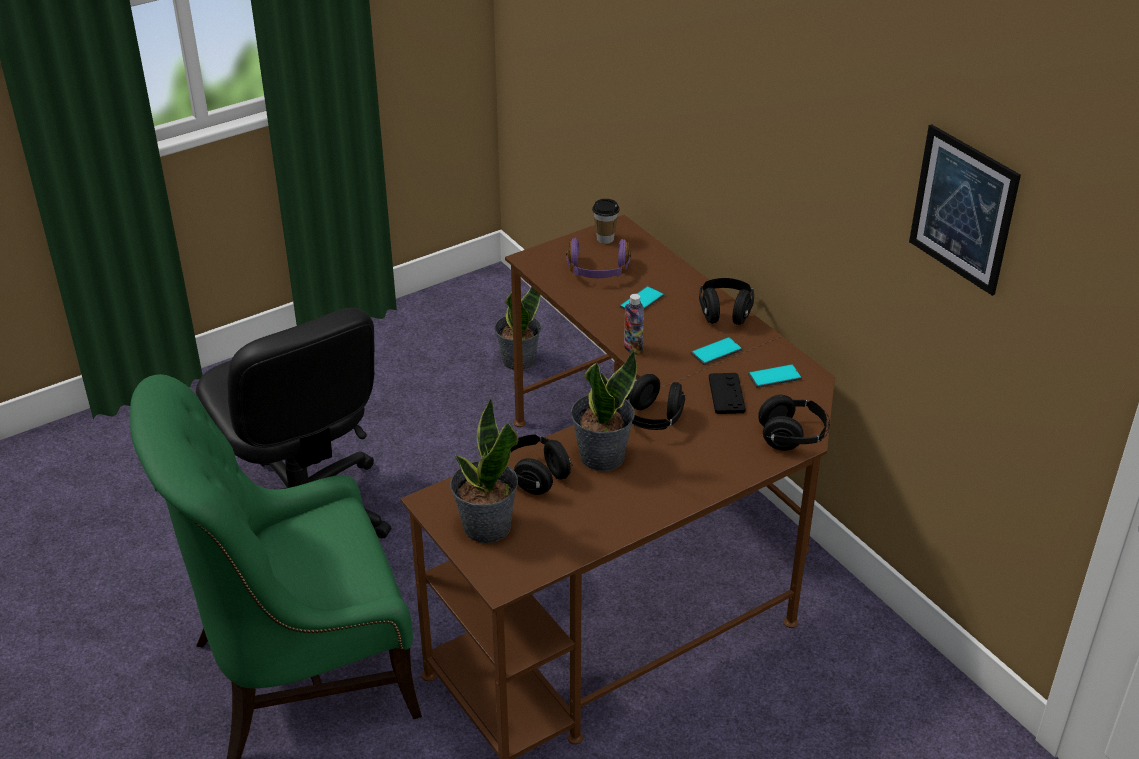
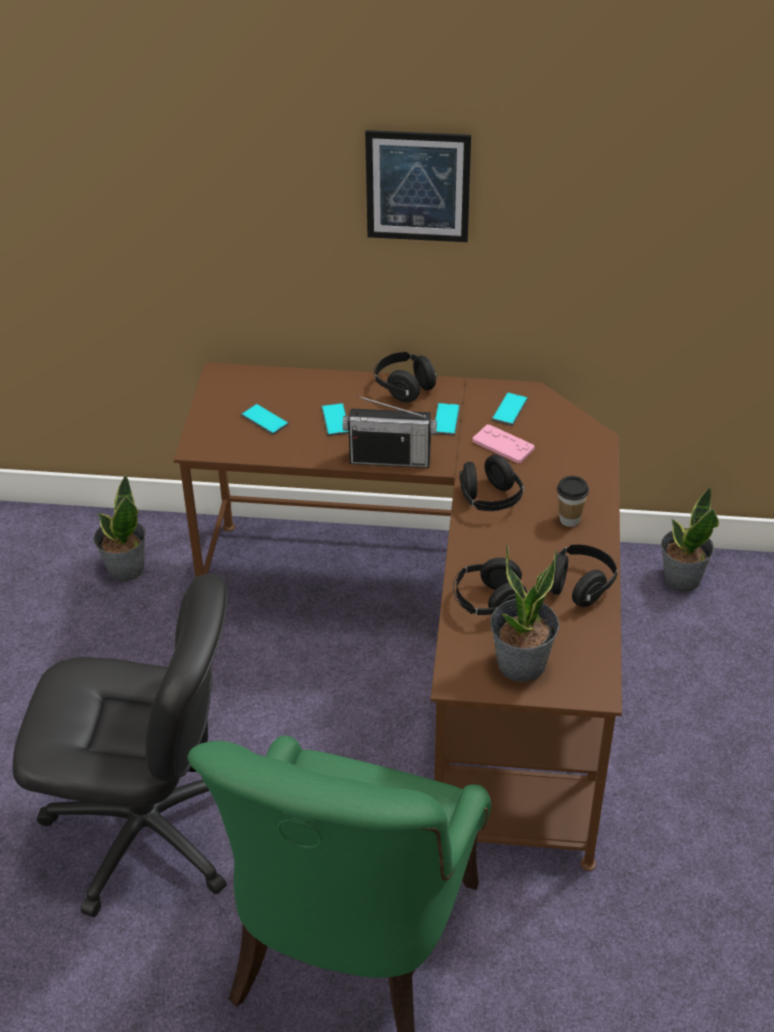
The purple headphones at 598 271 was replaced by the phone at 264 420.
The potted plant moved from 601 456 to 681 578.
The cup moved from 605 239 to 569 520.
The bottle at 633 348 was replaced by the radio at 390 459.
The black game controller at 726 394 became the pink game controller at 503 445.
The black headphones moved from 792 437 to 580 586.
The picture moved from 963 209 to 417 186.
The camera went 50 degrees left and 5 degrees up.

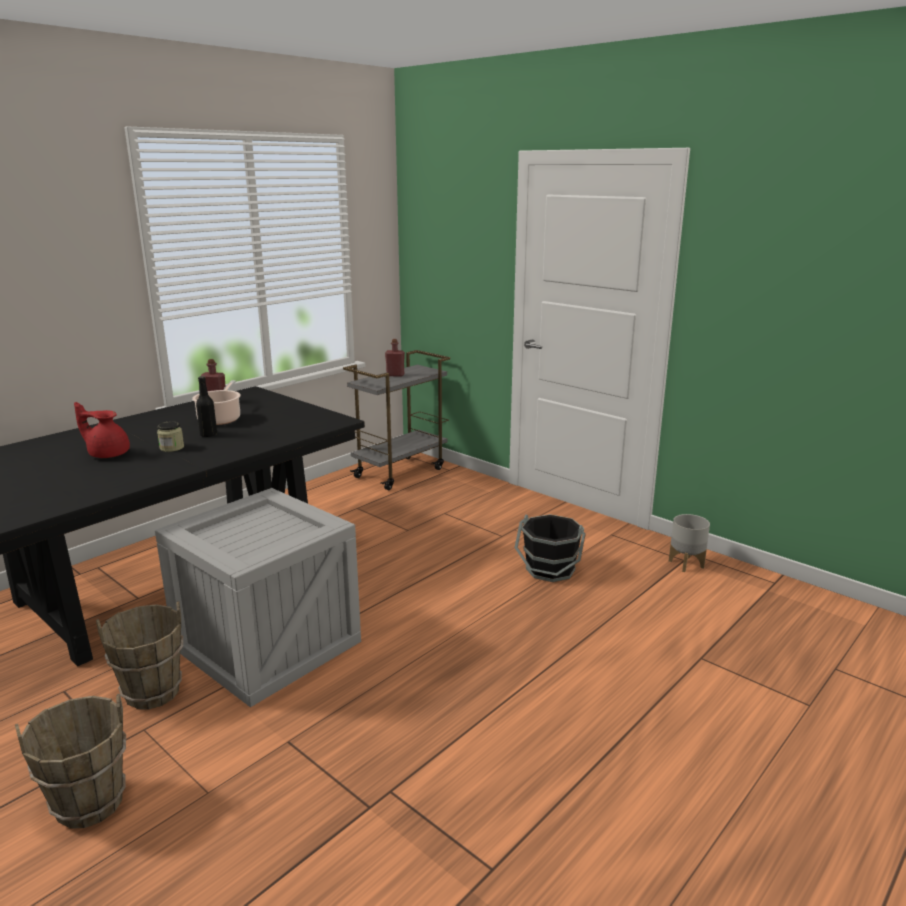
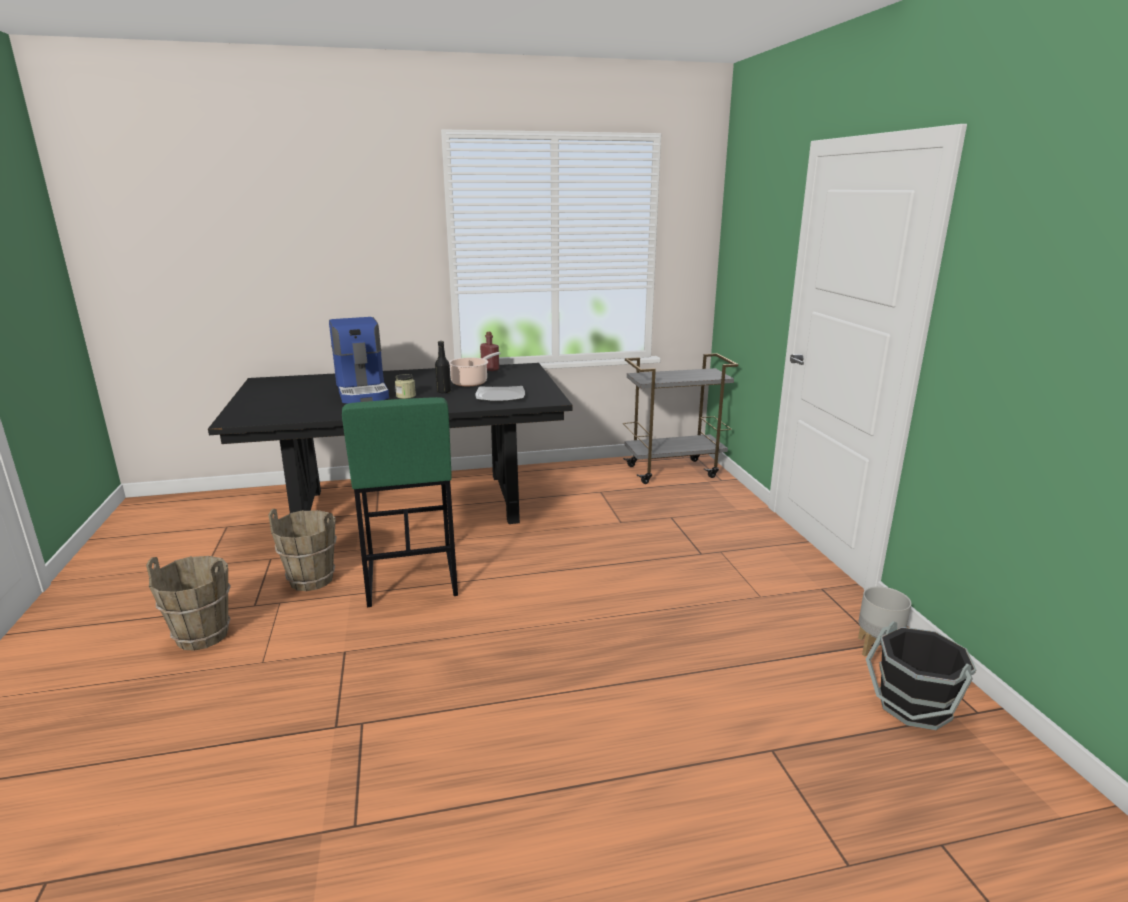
The red teapot at 108 454 was replaced by the coffee machine at 363 391.
The crate at 267 647 was replaced by the green stool at 411 577.
The red bottle at 395 375 disappeared.
The black bucket moved from 550 570 to 913 706.
The plate at 500 396 appeared.
The camera went 35 degrees right and 0 degrees up.

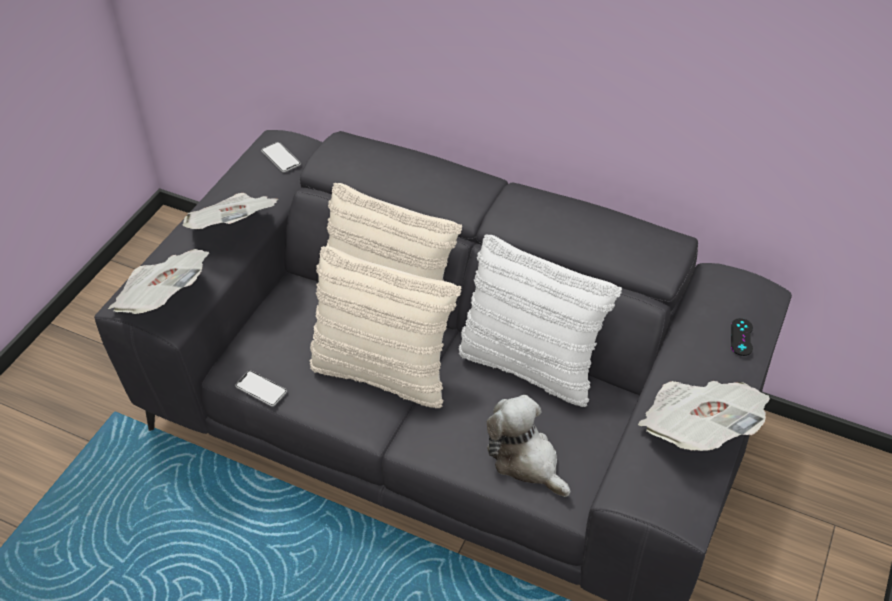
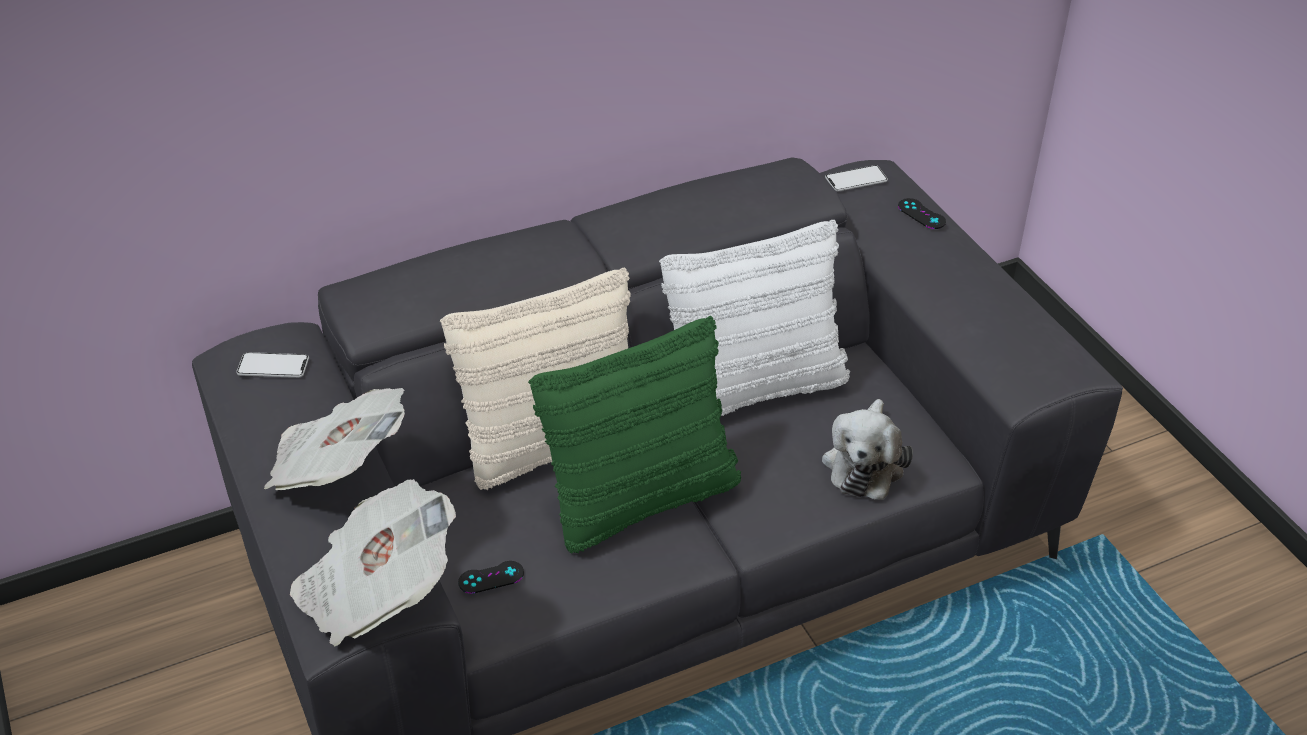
The phone moved from 261 389 to 856 180.
The beige pillow at 384 374 became the green pillow at 641 500.
The plush toy at 526 460 turned 75 degrees counterclockwise.
The newspaper at 696 429 disappeared.
The black game controller at 491 577 appeared.
The camera went 50 degrees left and 5 degrees down.

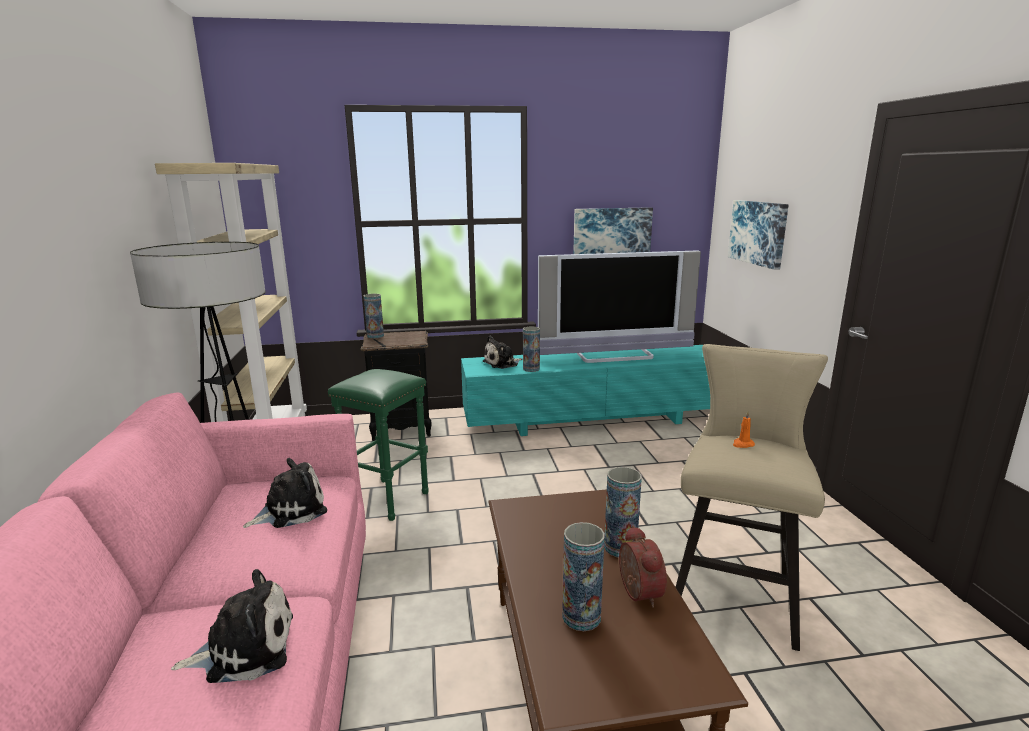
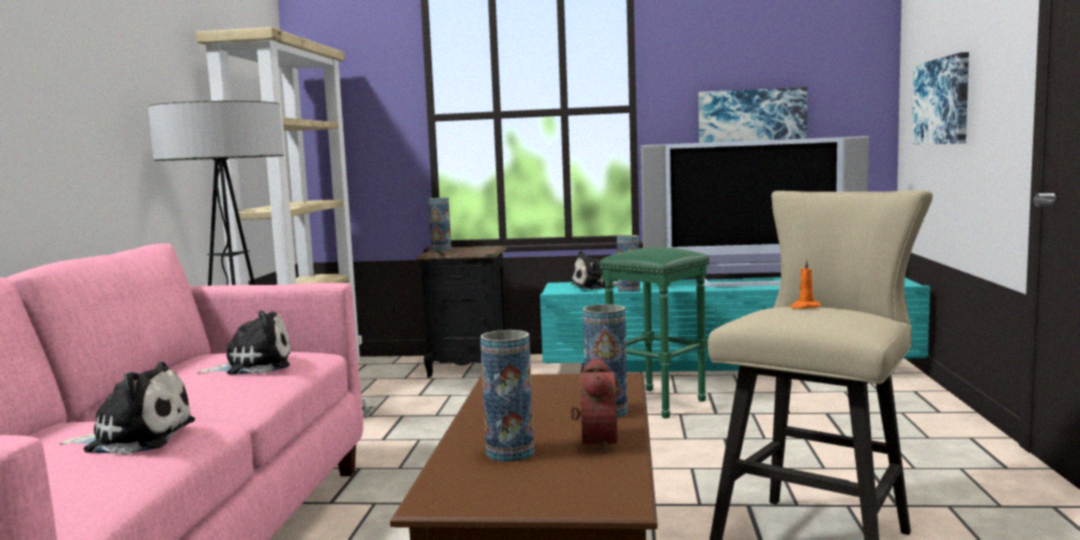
The green stool moved from 389 498 to 659 402.
The camera went 15 degrees right and 10 degrees down.

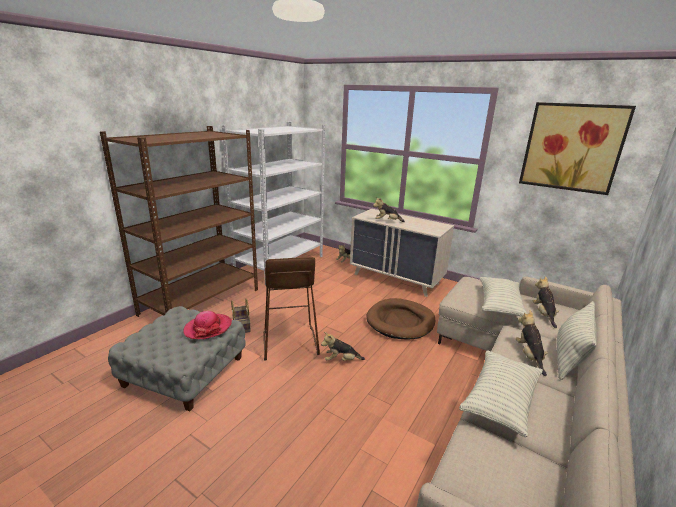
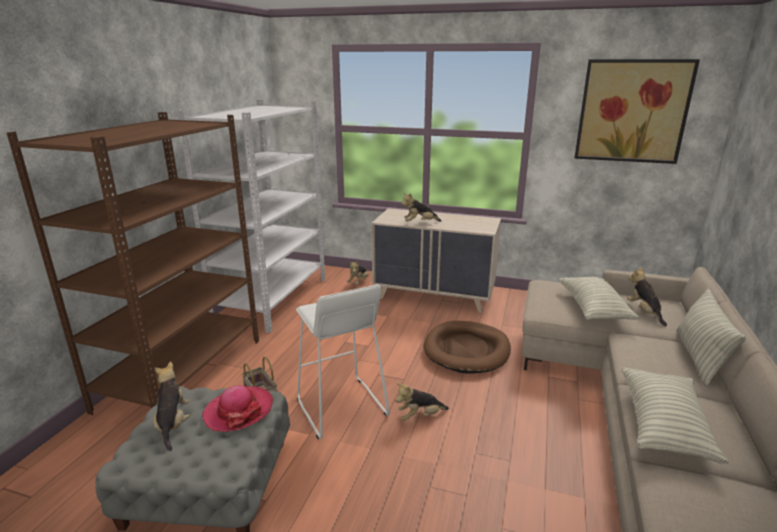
The brown stool at 289 343 became the white stool at 341 407.
The plush toy moved from 529 356 to 173 424.
The camera went 15 degrees left and 0 degrees up.

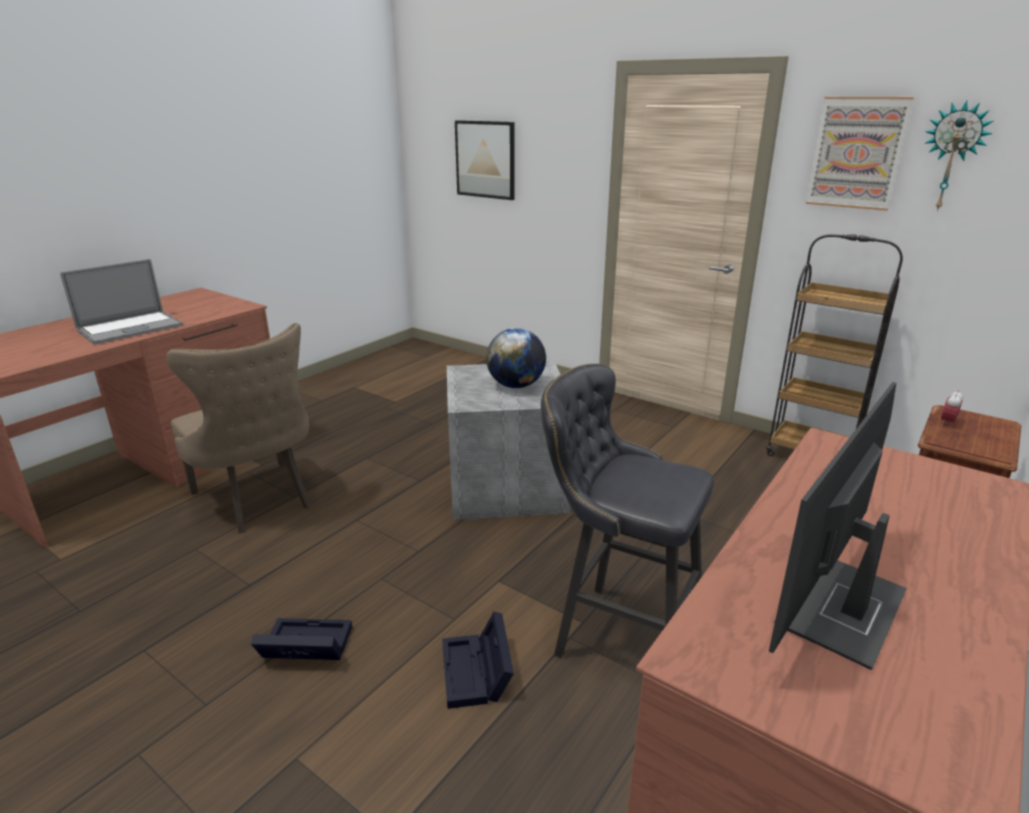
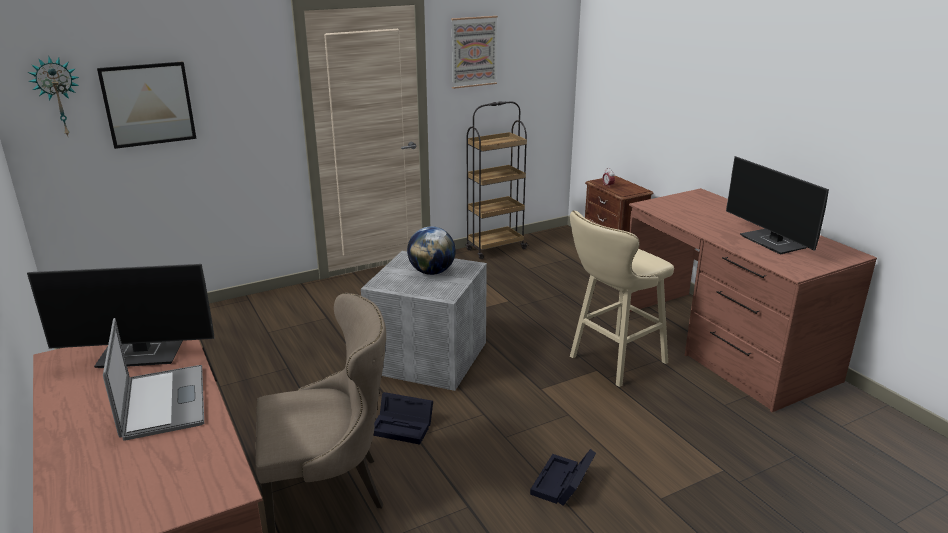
The black storage box moved from 477 673 to 404 427.
The black stool at 612 632 became the beige stool at 610 363.
The wall clock moved from 952 157 to 58 96.
The monitor at 142 354 appeared.
The camera went 65 degrees left and 0 degrees up.

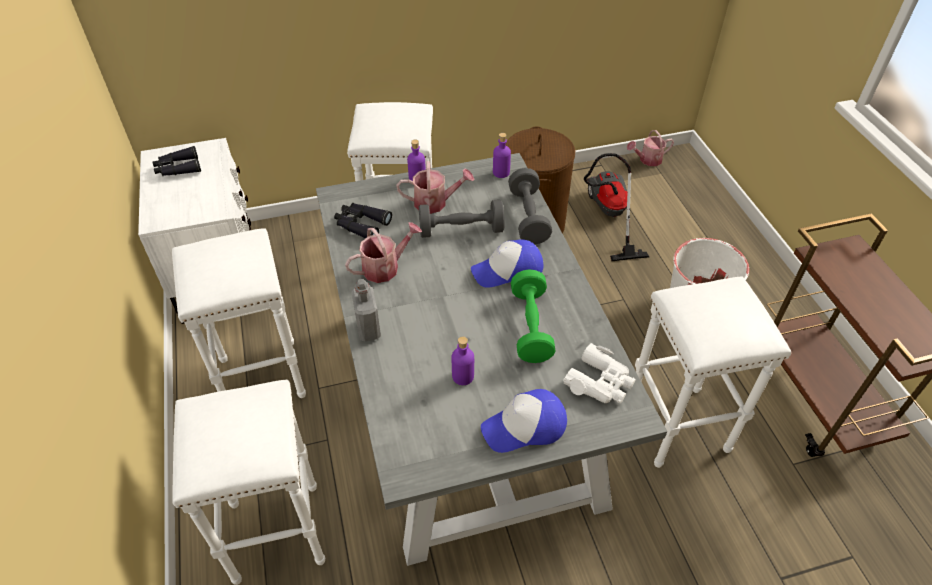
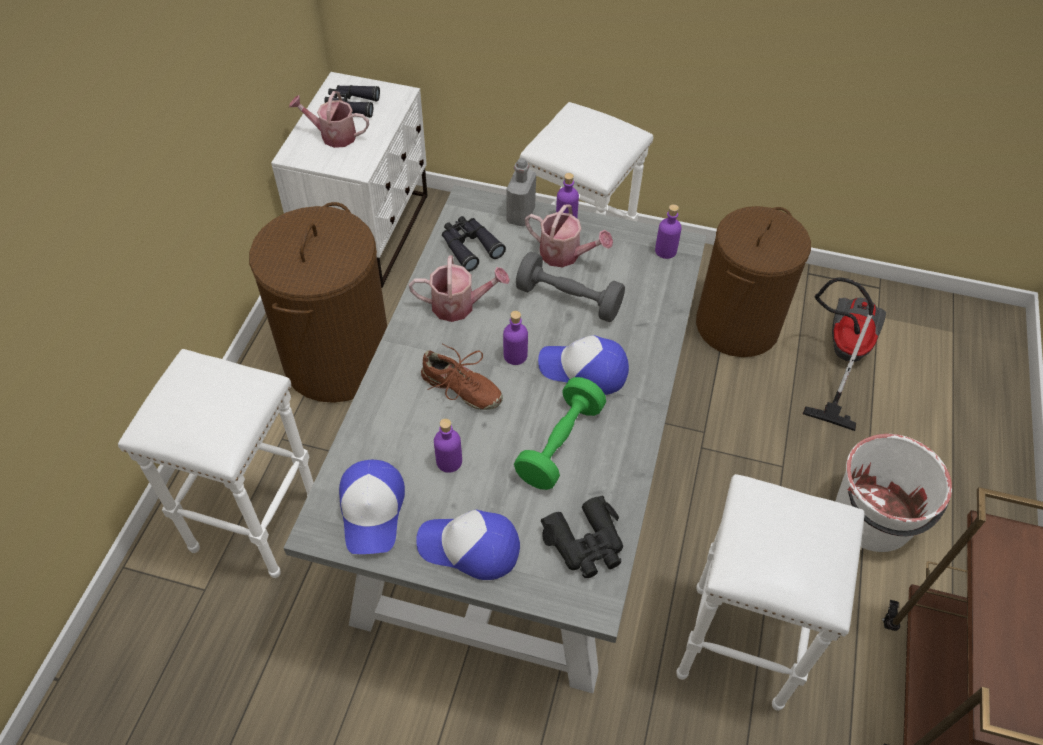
The white stool at 260 376 was replaced by the brown laundry basket at 337 360.
The grey bottle moved from 368 329 to 520 215.
The grey dumbbell at 528 217 disappeared.
The white binoculars at 600 382 became the black binoculars at 586 543.
The watering can moved from 647 160 to 333 135.
The cap at 372 511 appeared.
The brown shoe at 461 389 appeared.
The purple bottle at 515 355 appeared.
The camera went 30 degrees right and 5 degrees up.

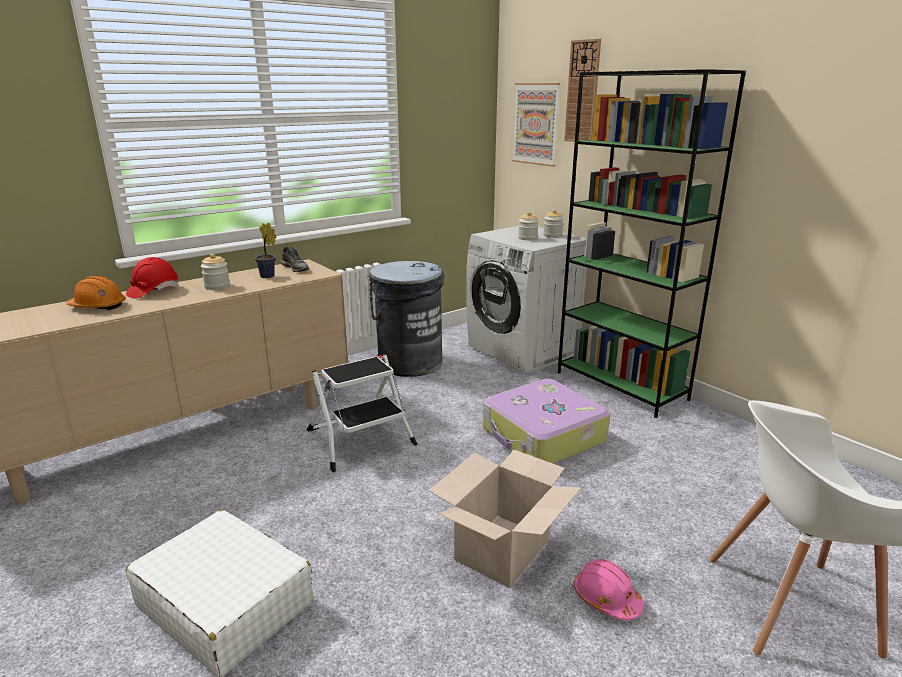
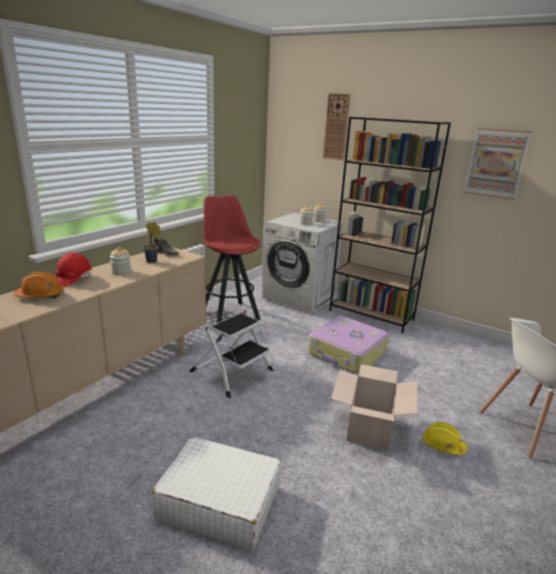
The grey trash can at 409 363 was replaced by the red stool at 229 314.
The picture moved from 536 124 to 496 163.
The green bookcase at 621 386 became the beige bookcase at 371 315.
The pink hard hat at 606 599 became the yellow hard hat at 442 445.
The camera went 20 degrees left and 0 degrees up.

